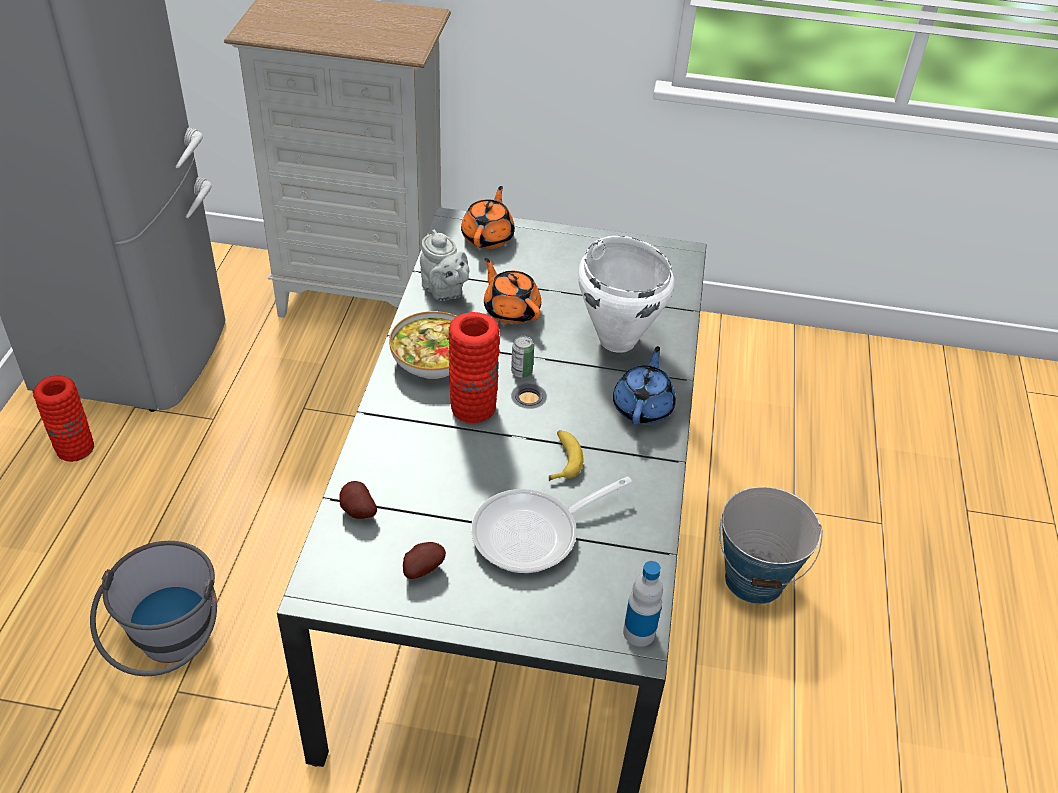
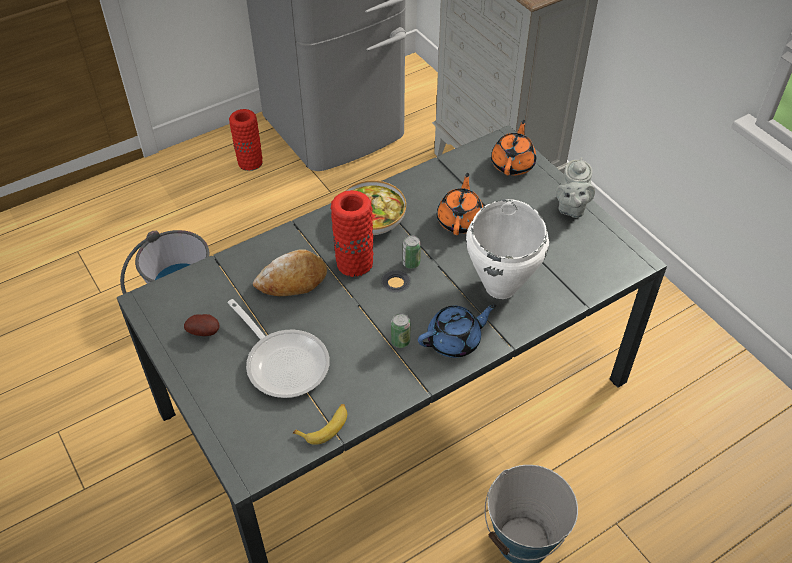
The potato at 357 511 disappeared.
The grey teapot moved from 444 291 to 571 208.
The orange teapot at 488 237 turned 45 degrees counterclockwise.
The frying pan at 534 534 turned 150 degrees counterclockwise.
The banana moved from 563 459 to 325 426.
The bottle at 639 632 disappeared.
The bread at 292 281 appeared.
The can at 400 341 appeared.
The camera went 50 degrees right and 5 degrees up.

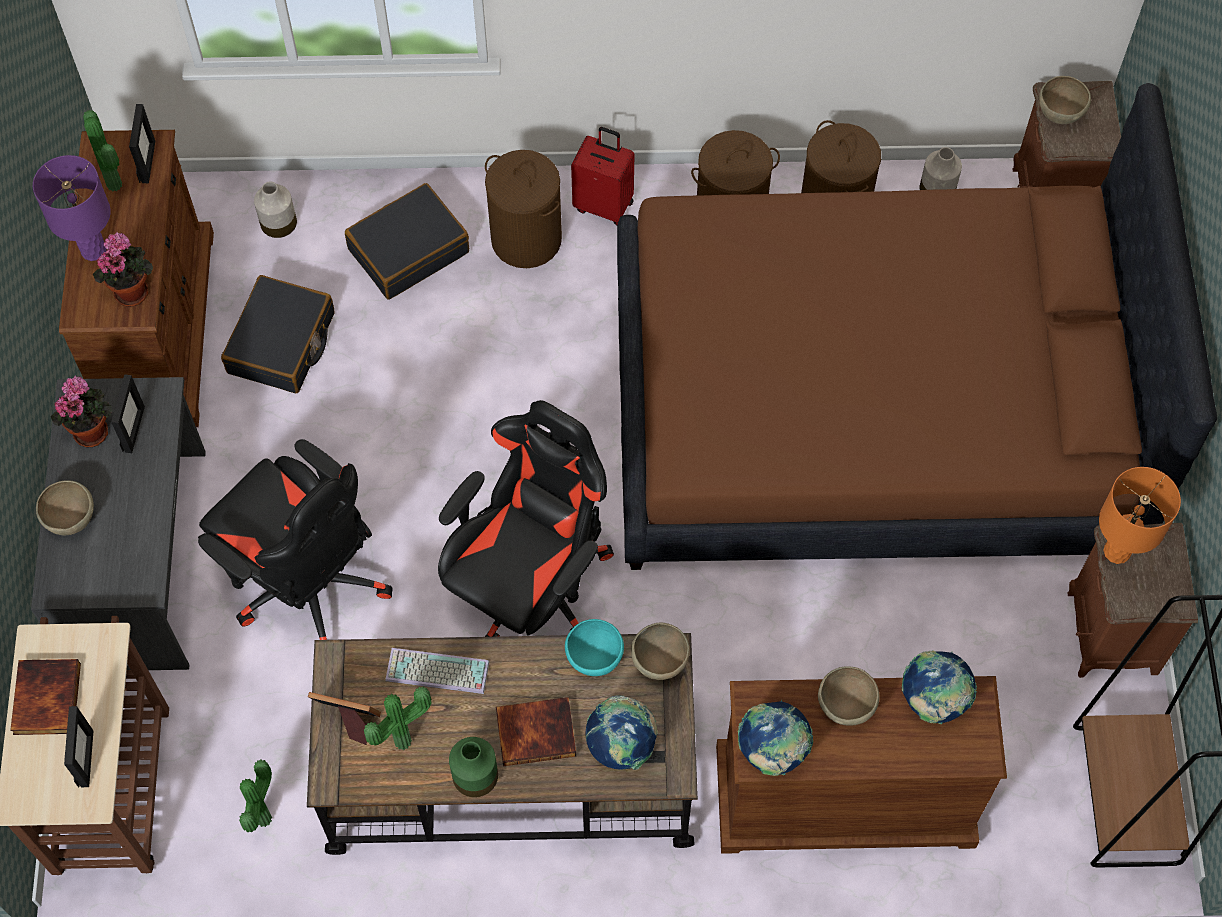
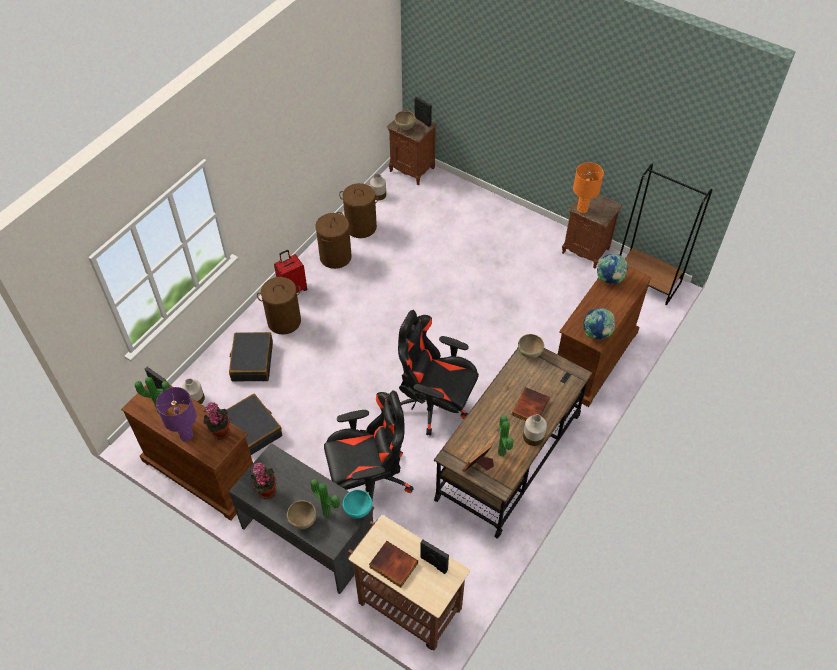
The picture frame moved from 133 429 to 422 121.
The potted plant moved from 267 819 to 328 512.
The keyboard at 435 672 disappeared.
The black office chair at 528 591 turned 45 degrees counterclockwise.
The green vase at 475 775 became the beige vase at 533 436.
The turquoise bowl moved from 594 658 to 358 510.
The globe at 621 745 disappeared.
The brown bed at 871 410 disappeared.
The brown bowl at 845 706 disappeared.
The camera went 55 degrees left and 10 degrees down.

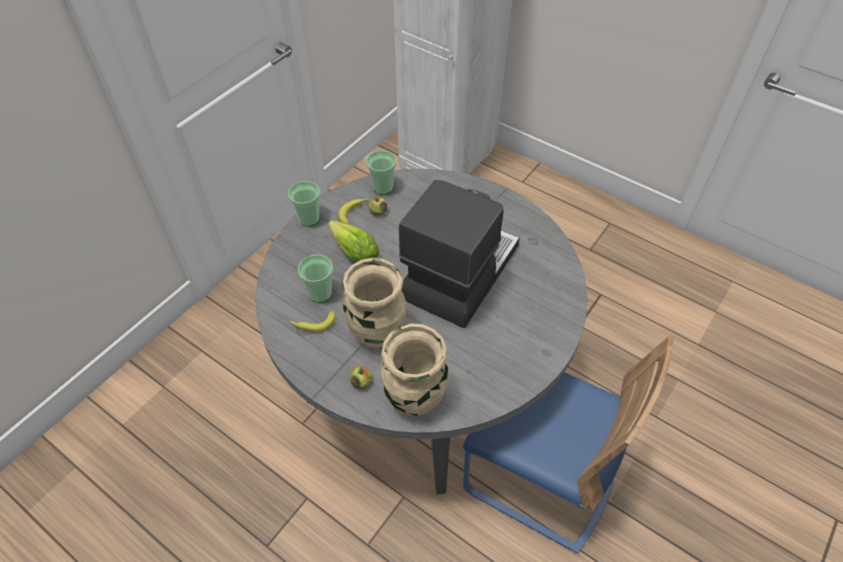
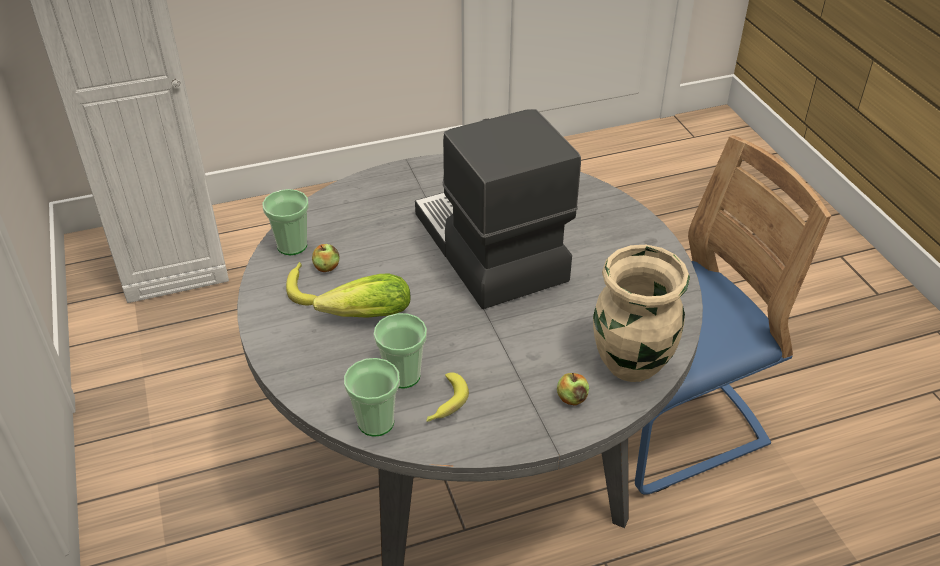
The cup moved from 309 219 to 376 422.
The beige vase at 376 332 disappeared.
The camera went 55 degrees left and 10 degrees down.

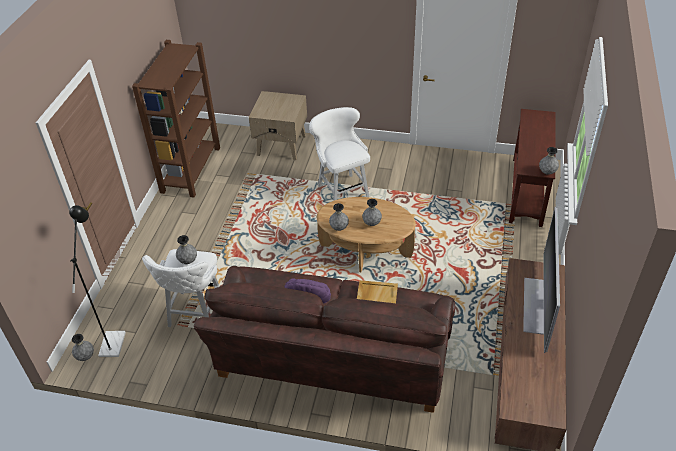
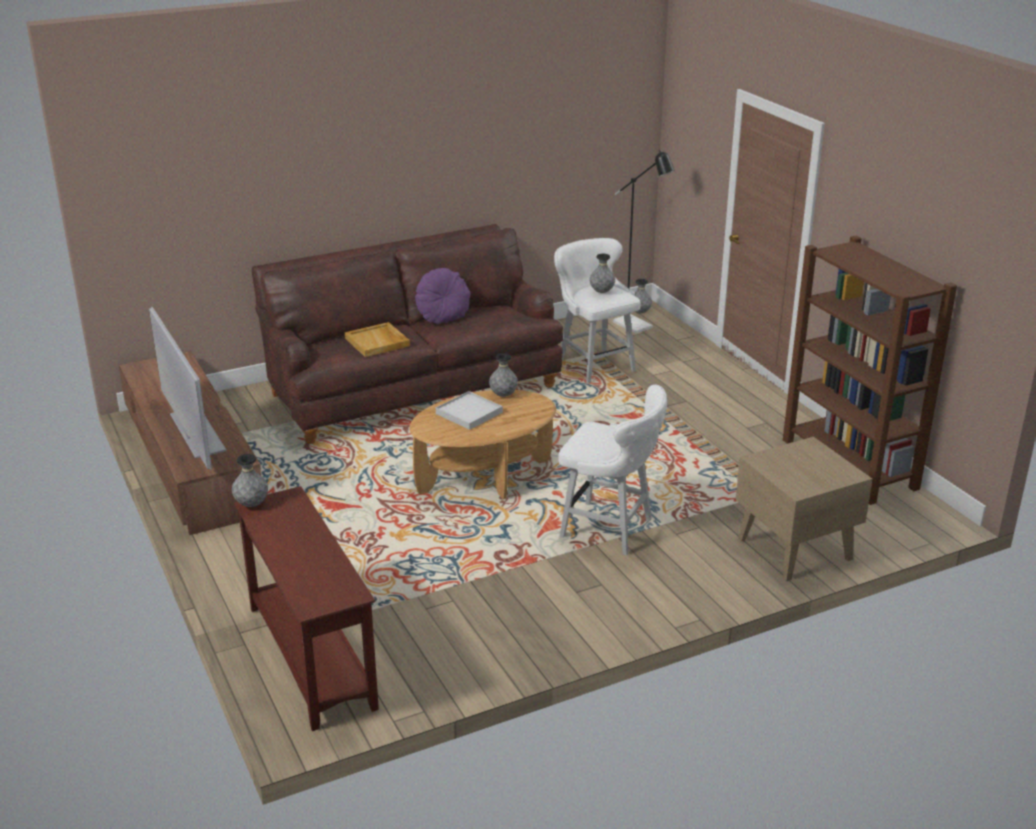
The grey vase at 372 223 was replaced by the white tray at 469 413.
The camera went 140 degrees right and 15 degrees down.

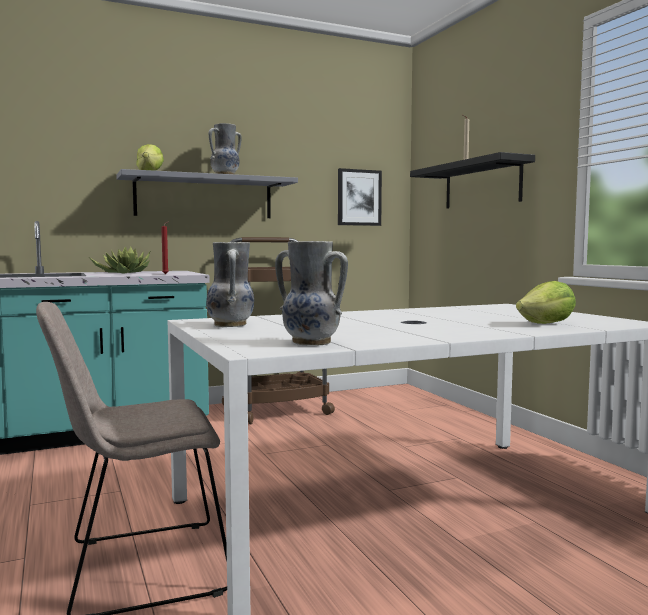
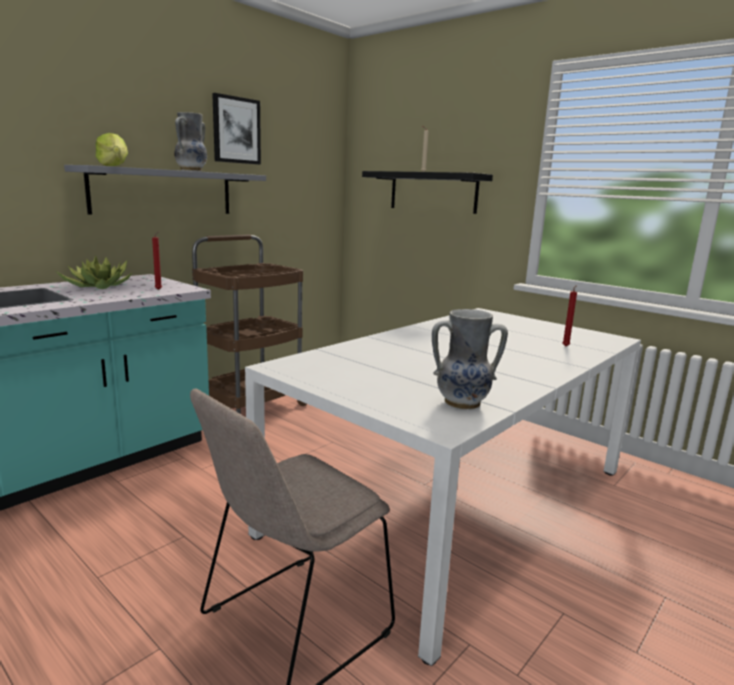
The vase at 231 325 disappeared.
The picture moved from 359 197 to 236 130.
The lettuce at 547 324 was replaced by the red candle at 566 346.
The camera went 25 degrees left and 10 degrees up.

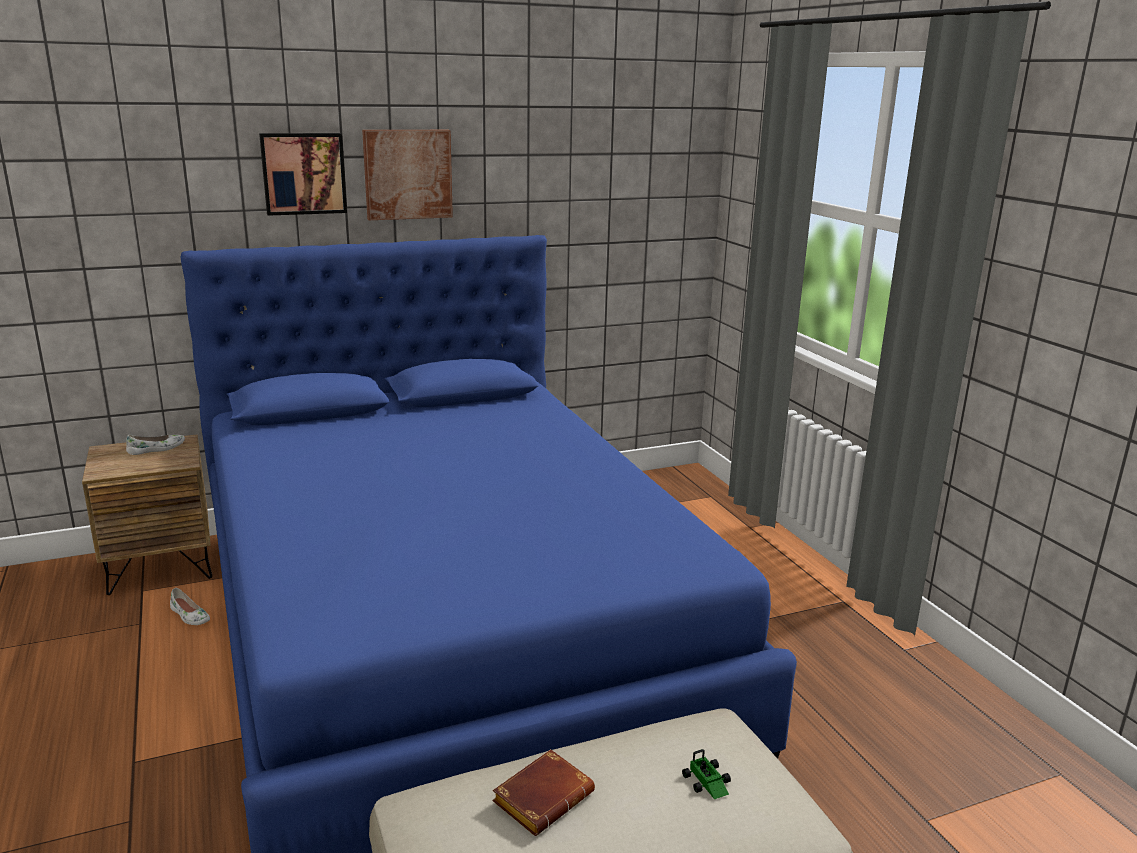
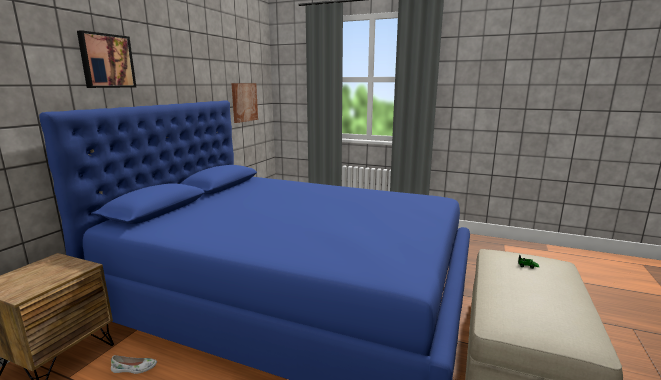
The white shoe at 157 449 disappeared.
The picture moved from 408 174 to 244 102.
The brown book at 543 796 disappeared.
The camera went 45 degrees left and 5 degrees down.

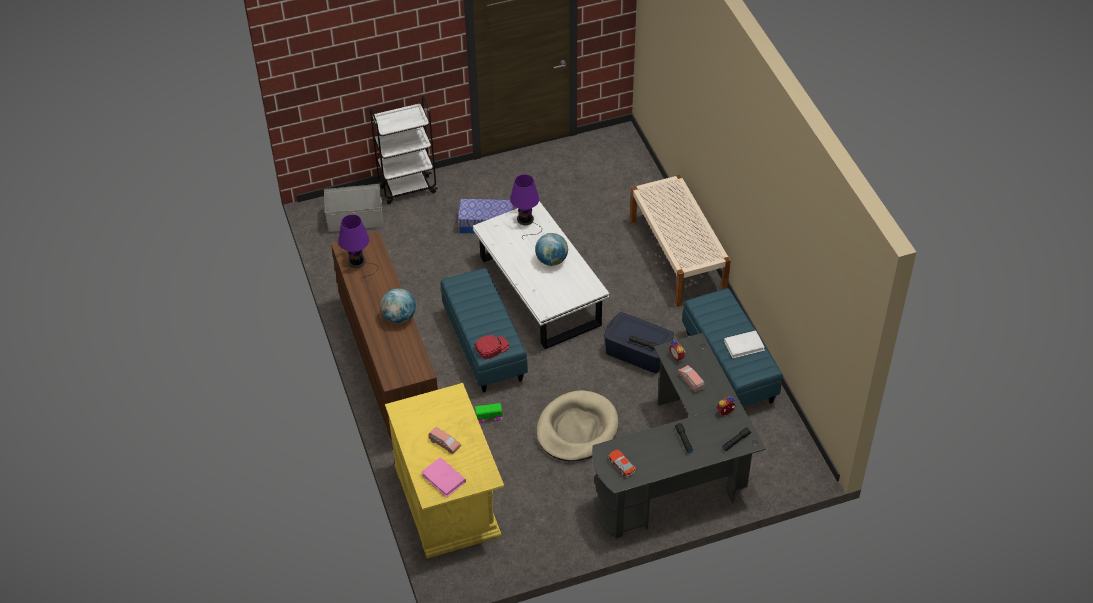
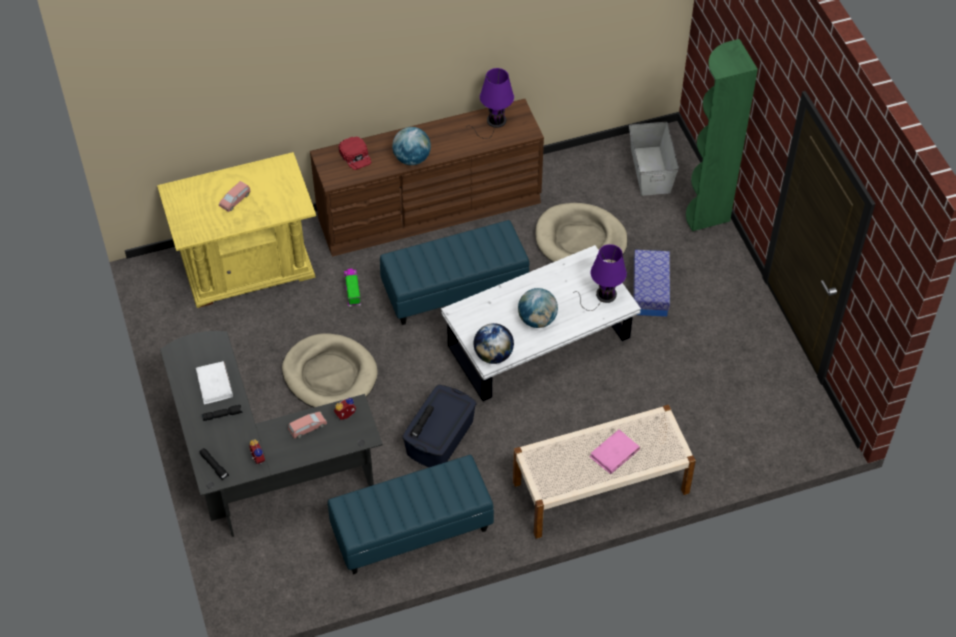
The white cart at 408 189 was replaced by the green bookcase at 704 216.
The pink book moved from 443 479 to 614 453.
The red cap moved from 492 347 to 355 155.
The toy car at 621 466 disappeared.
The white book moved from 744 345 to 214 384.
The globe at 493 355 appeared.
The beige dog bed at 580 240 appeared.
The camera went 90 degrees right and 5 degrees up.

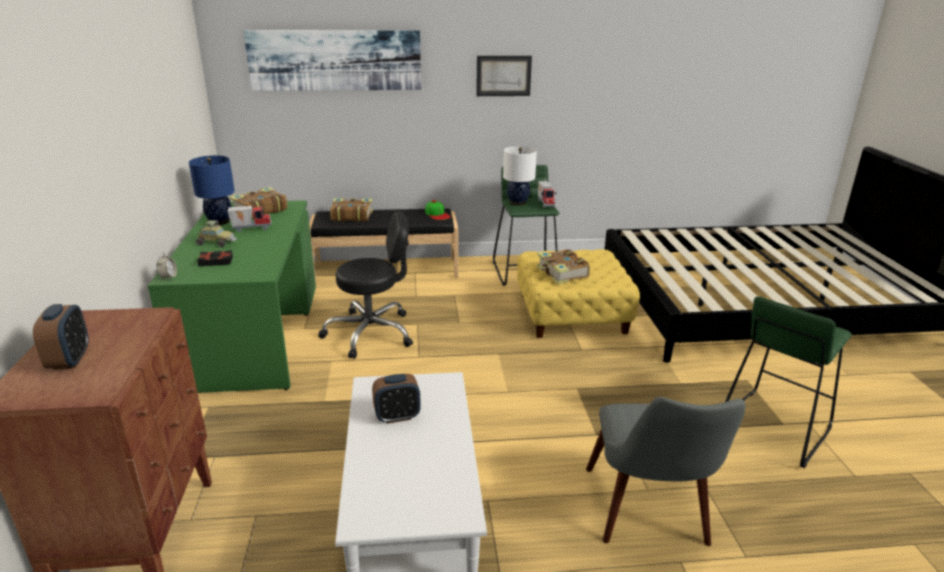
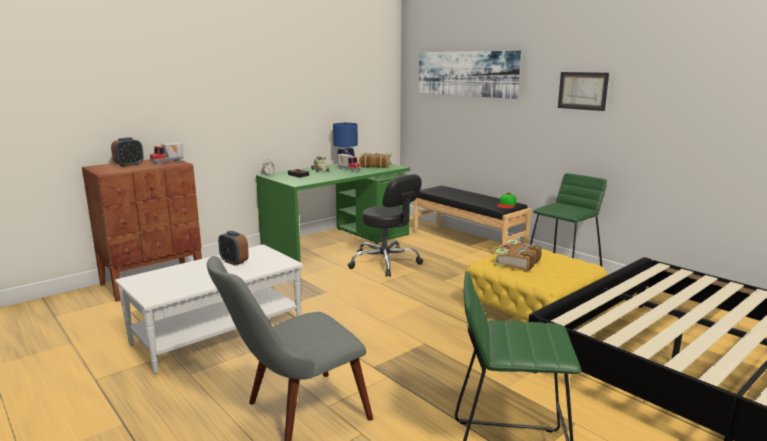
The book at 351 216 disappeared.
The white table lamp at 518 202 disappeared.
The toy truck moved from 546 204 to 168 162.
The camera went 55 degrees right and 10 degrees down.

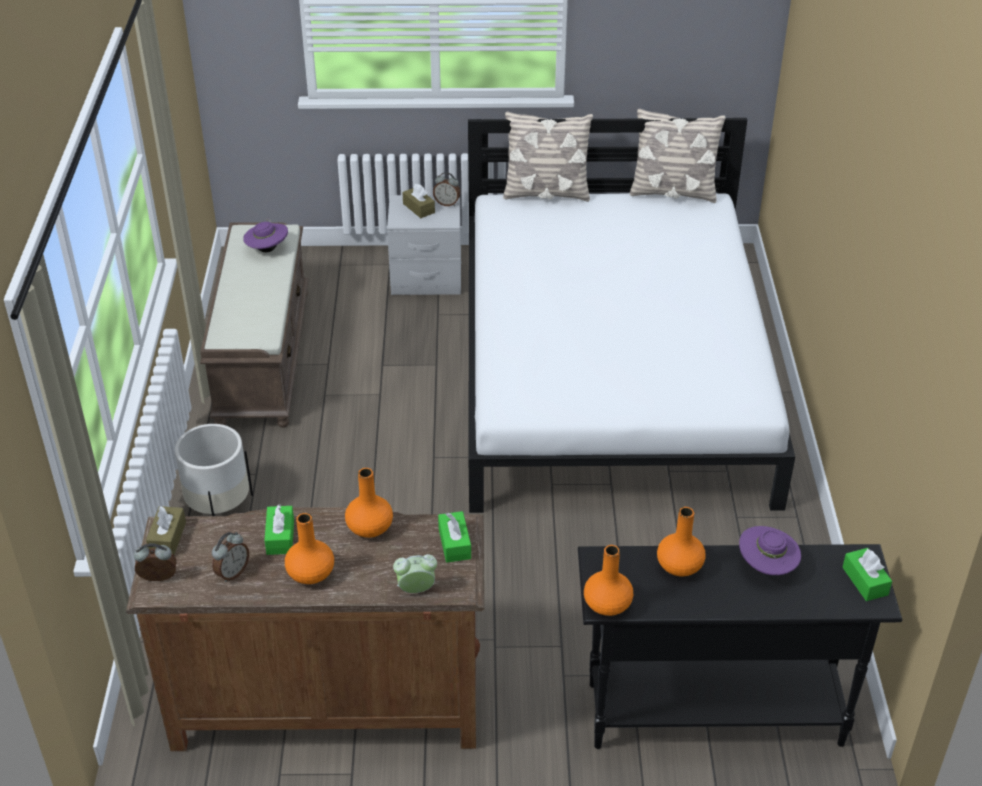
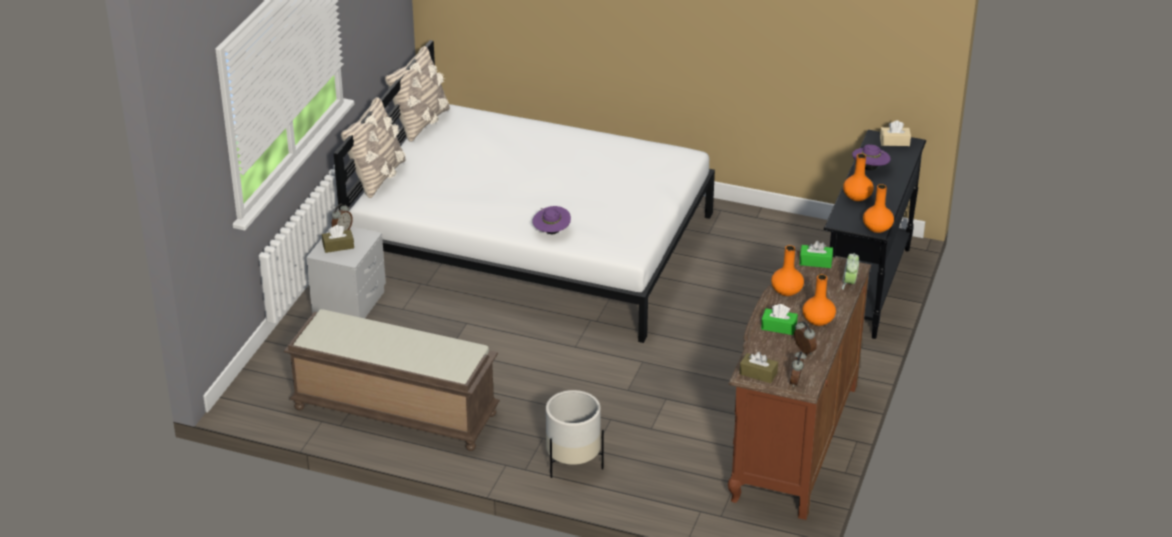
The purple hat moved from 267 249 to 551 232.
The green tissue box at 865 581 became the beige tissue box at 894 142.
The camera went 70 degrees left and 5 degrees down.

